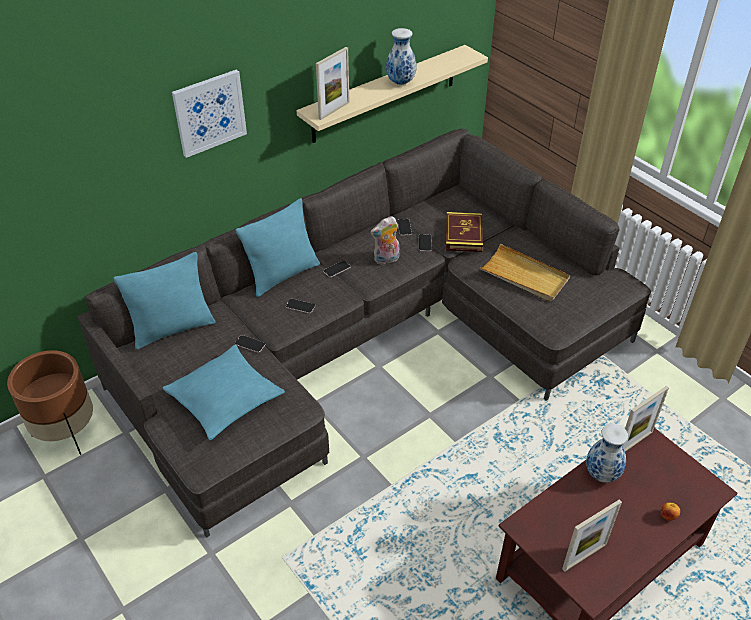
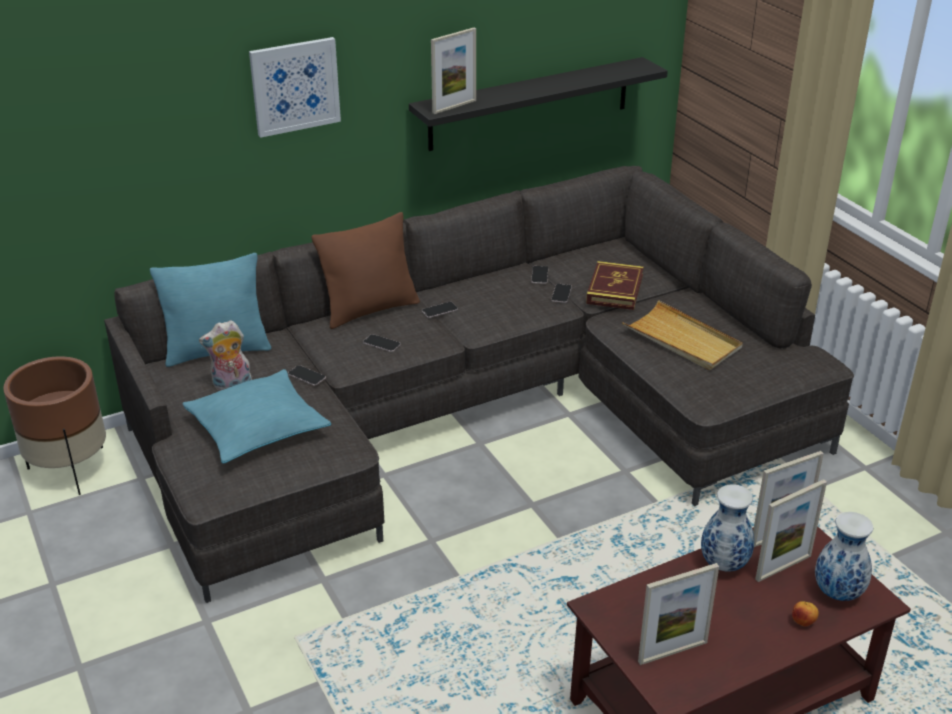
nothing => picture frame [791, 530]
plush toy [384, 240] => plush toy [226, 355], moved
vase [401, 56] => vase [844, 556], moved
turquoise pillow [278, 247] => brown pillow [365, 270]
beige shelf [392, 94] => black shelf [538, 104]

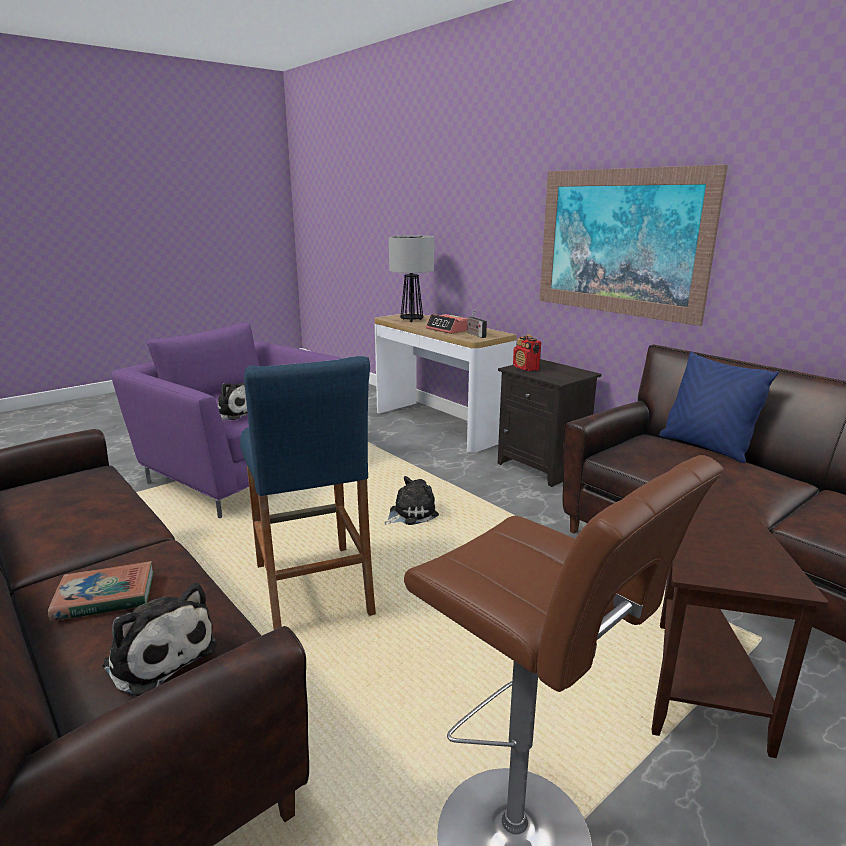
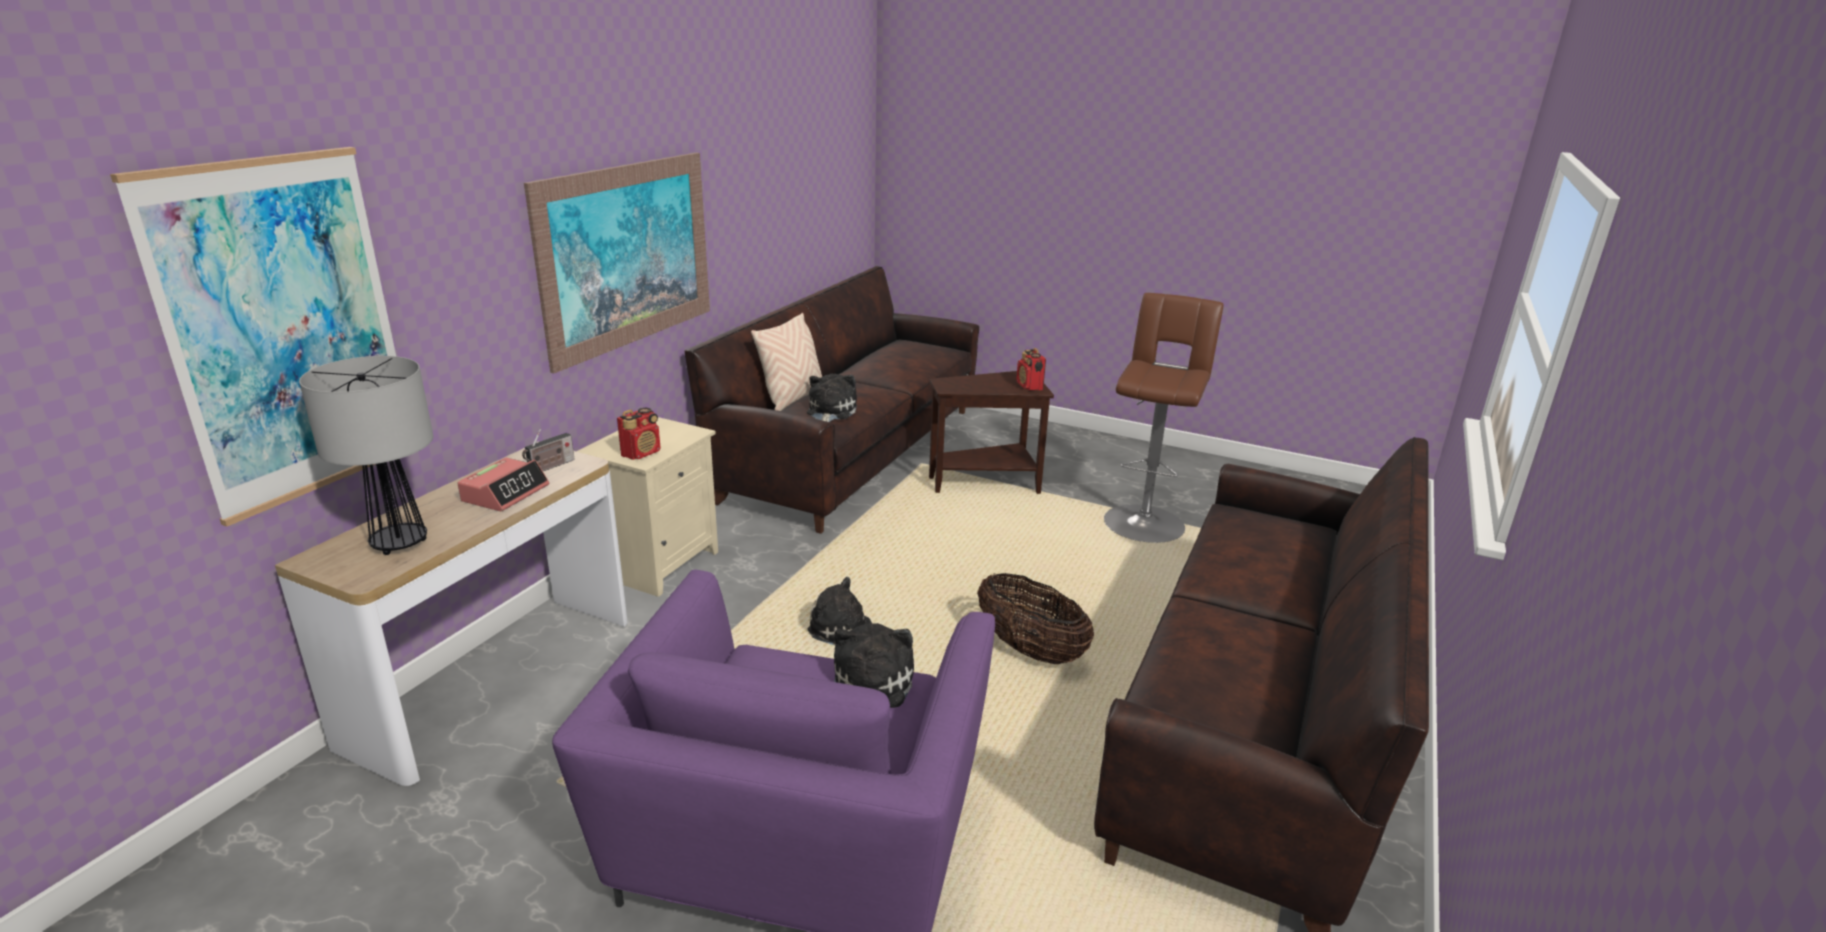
book [100, 591] => nothing
nothing => picture [253, 337]
nothing => radio [1031, 369]
plush toy [159, 640] => plush toy [832, 398], moved
blue stool [308, 493] => basket [1035, 618]
black nightstand [550, 423] => beige nightstand [647, 507]
blue pillow [719, 407] => beige pillow [786, 361]

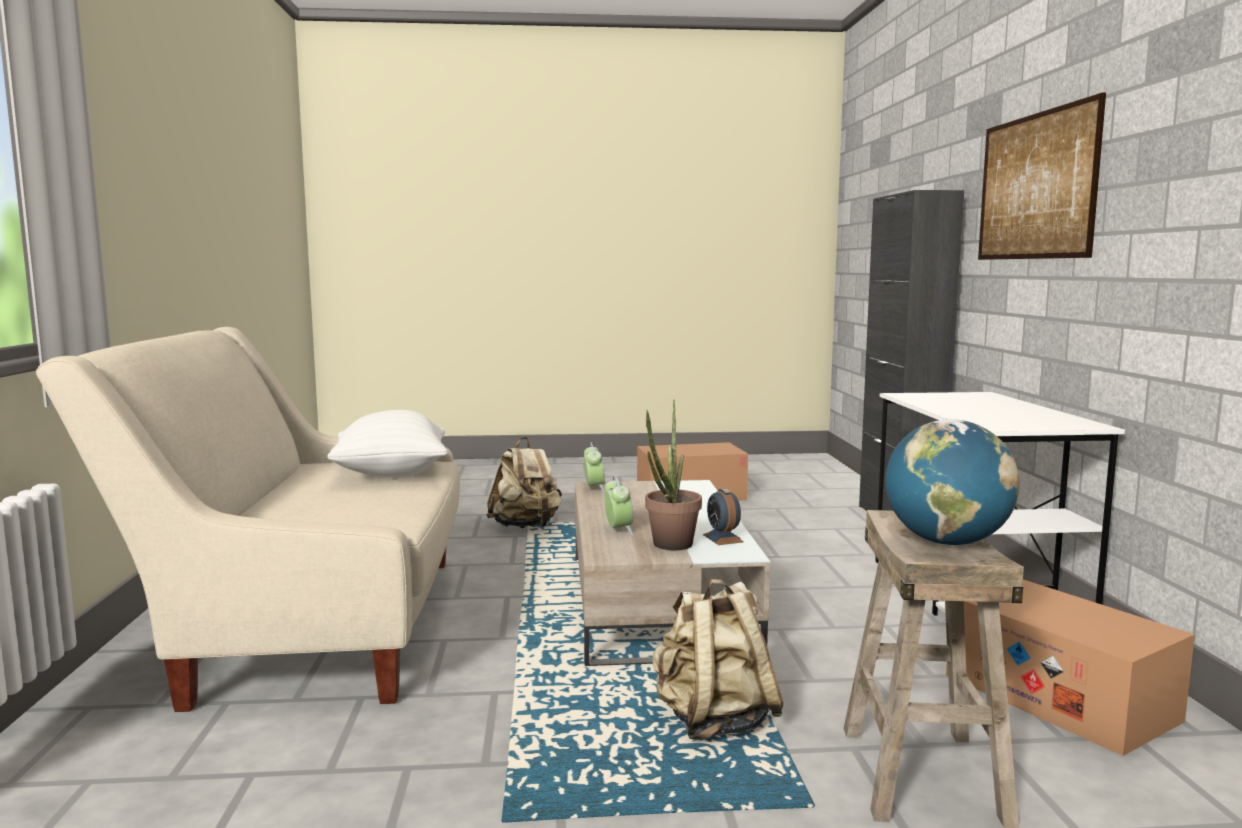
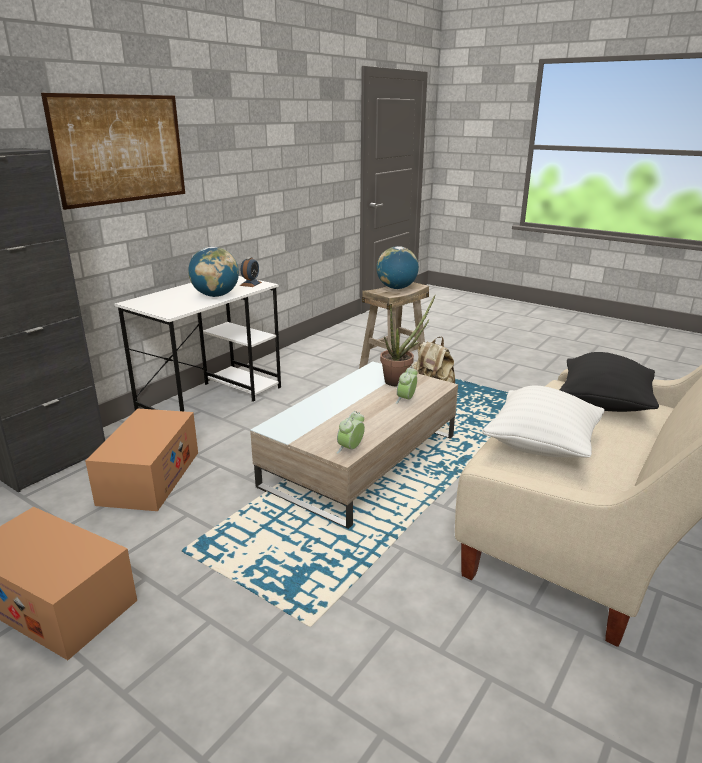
beige backpack [524, 482] => nothing
nothing => globe [213, 272]
nothing => black pillow [609, 382]
alarm clock [723, 517] => alarm clock [251, 272], moved
cardboard box [1070, 667] => cardboard box [141, 459], moved

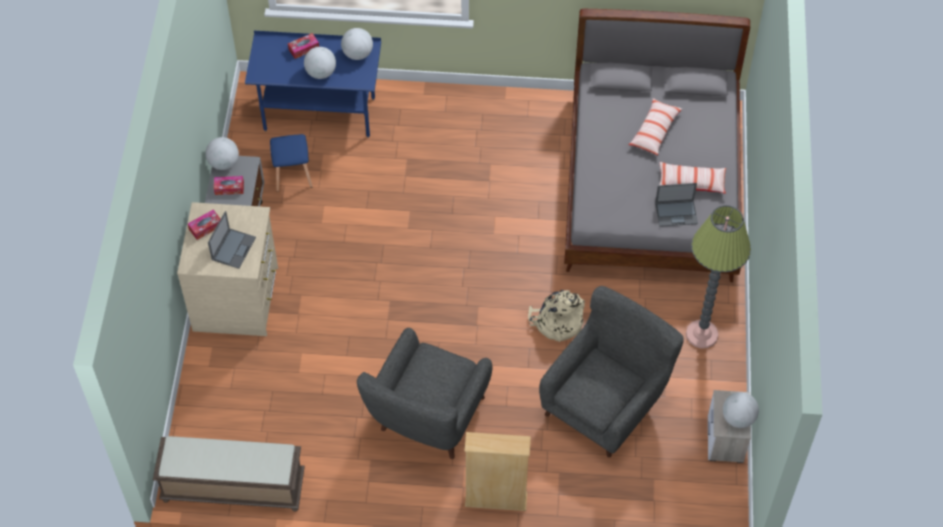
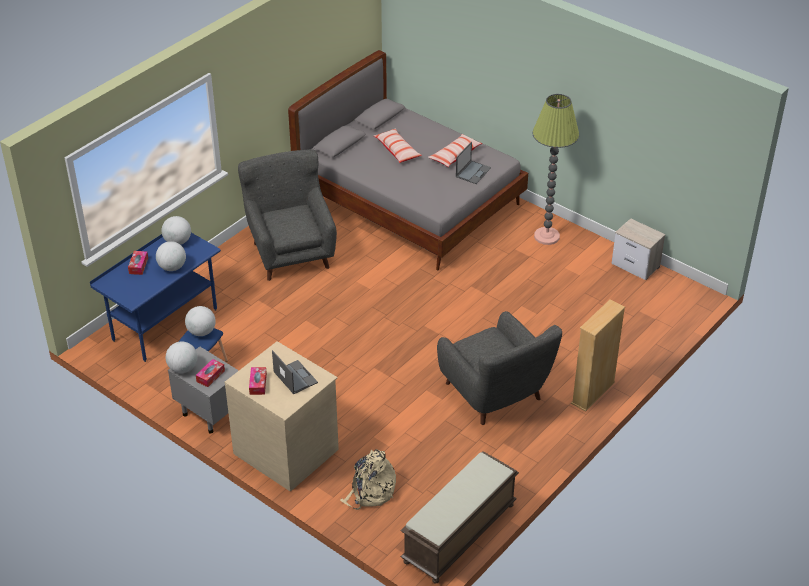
beige backpack [556, 316] => beige backpack [368, 479], moved
grey armchair [611, 371] => grey armchair [287, 215], moved
globe [741, 410] => globe [200, 321], moved

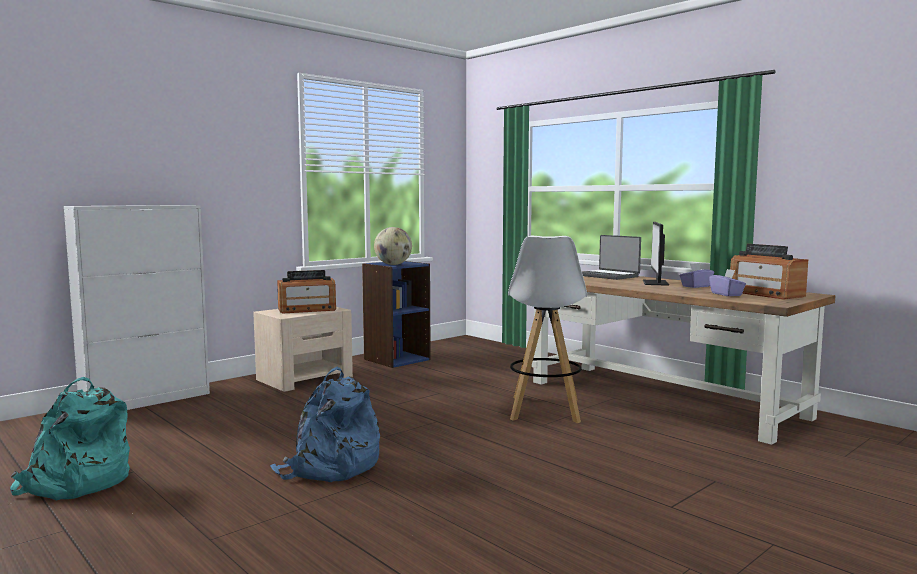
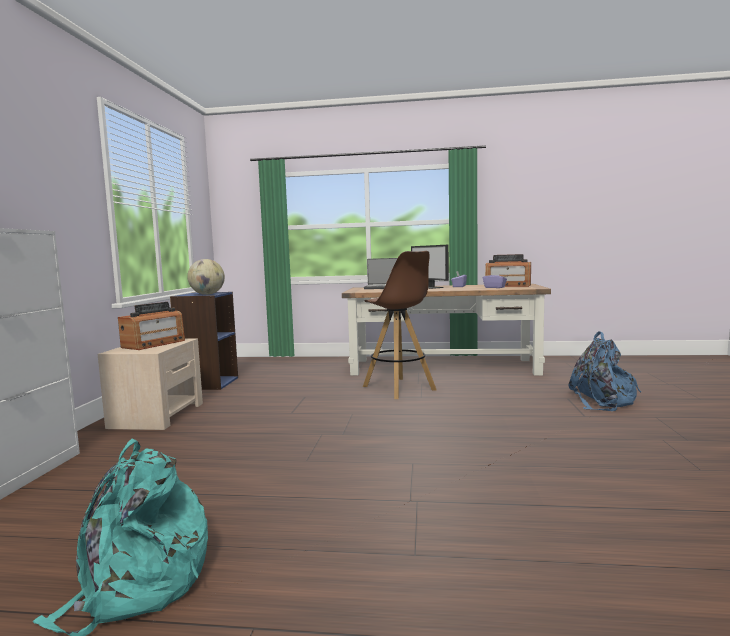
blue backpack [325, 424] => blue backpack [604, 371], moved
white stool [547, 329] => brown stool [400, 325]

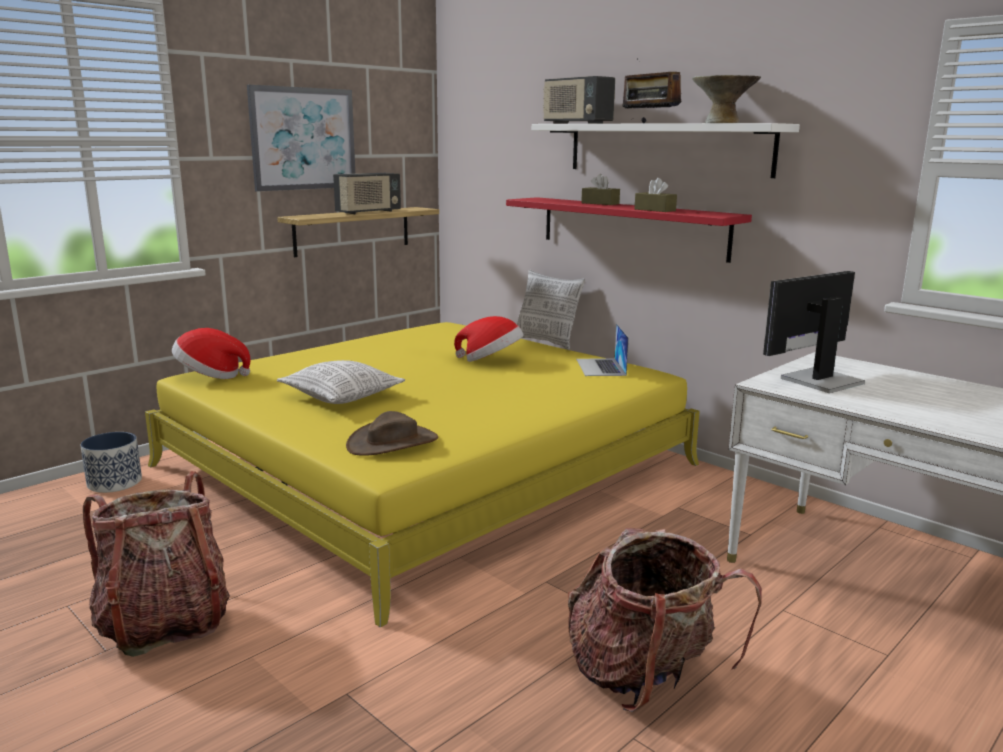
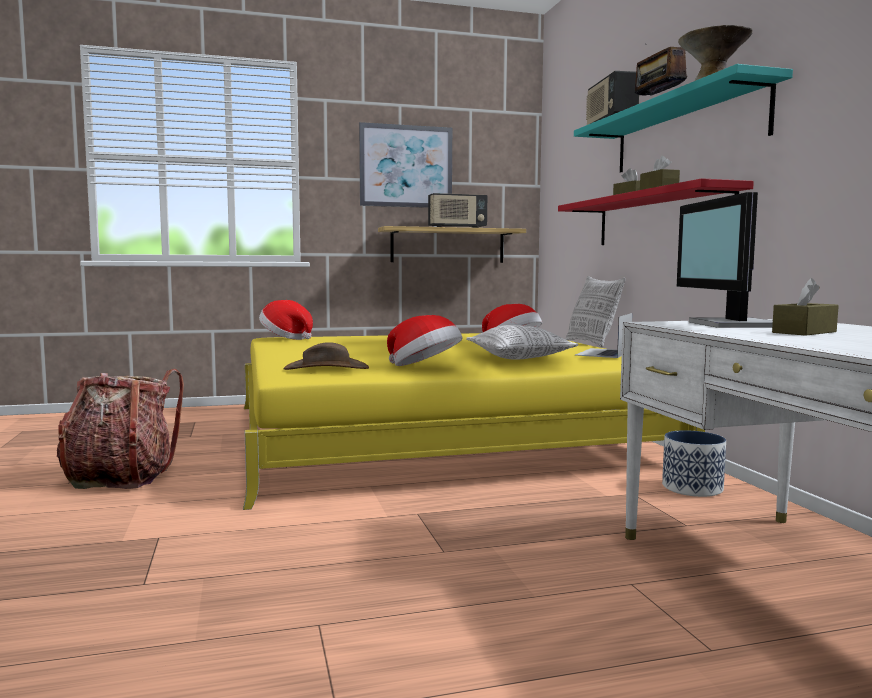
backpack [665, 620] => nothing
nothing => hat [424, 340]
nothing => brown tissue box [805, 307]
planter [111, 462] => planter [694, 463], moved
pillow [341, 382] => pillow [522, 342], moved
white shelf [666, 150] => turquoise shelf [683, 118]
monitor [814, 332] => monitor [725, 260], 90 degrees counterclockwise

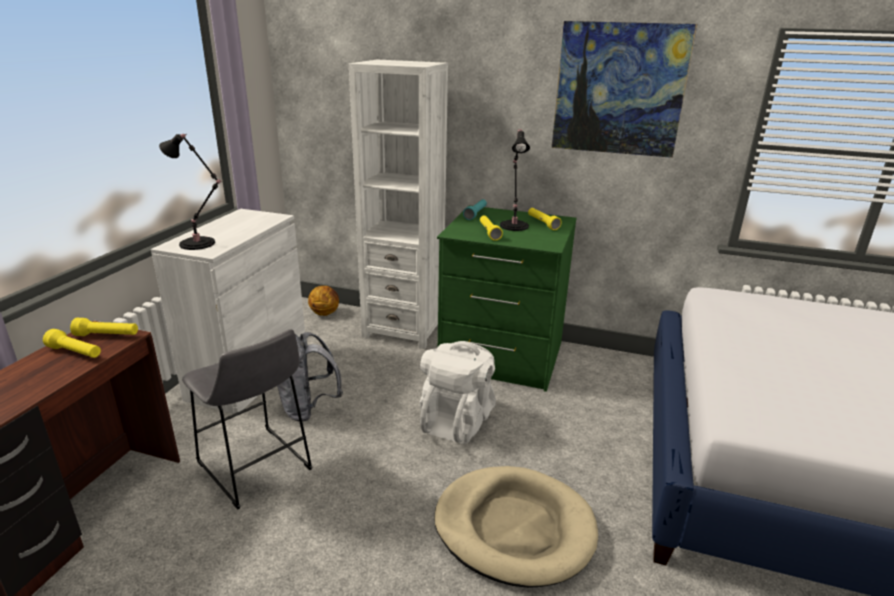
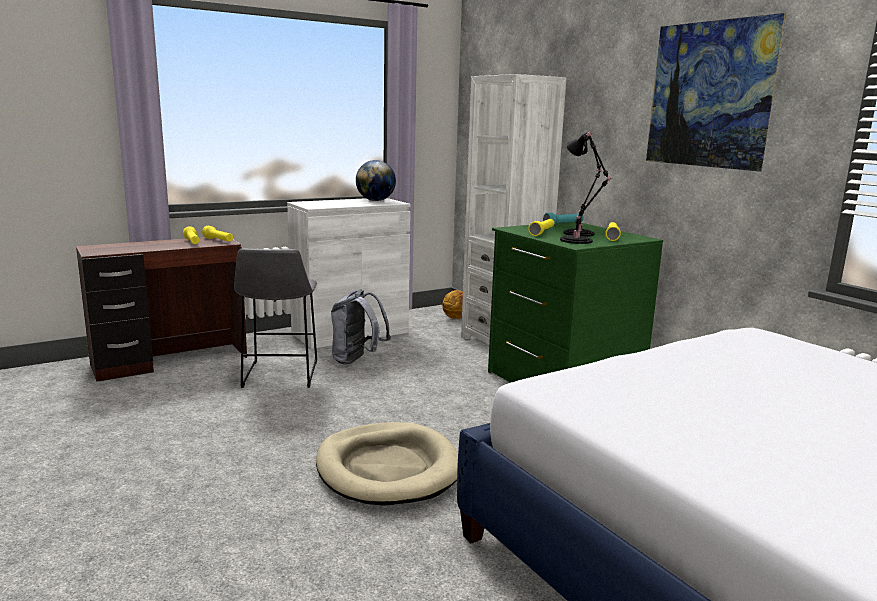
white backpack [458, 392] => nothing
nothing => globe [376, 180]
black table lamp [190, 192] => black table lamp [586, 188], moved

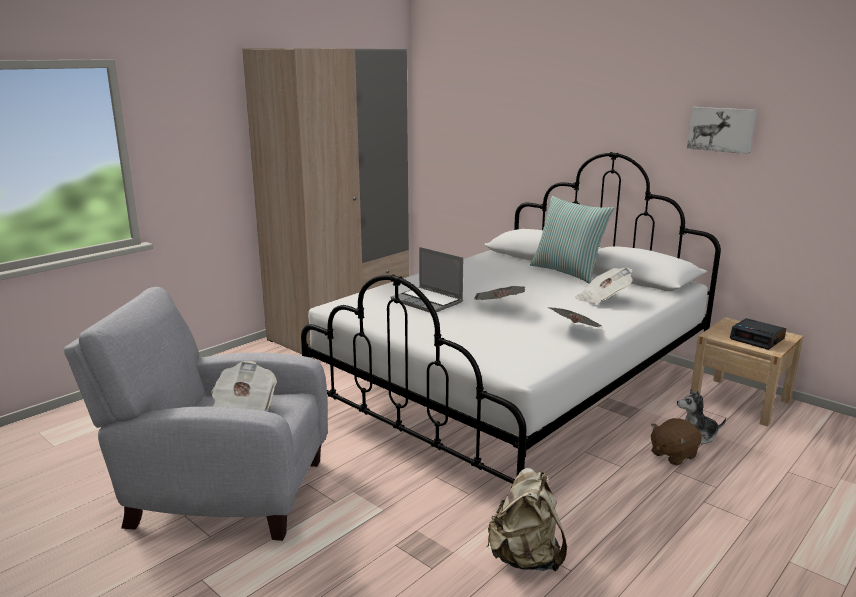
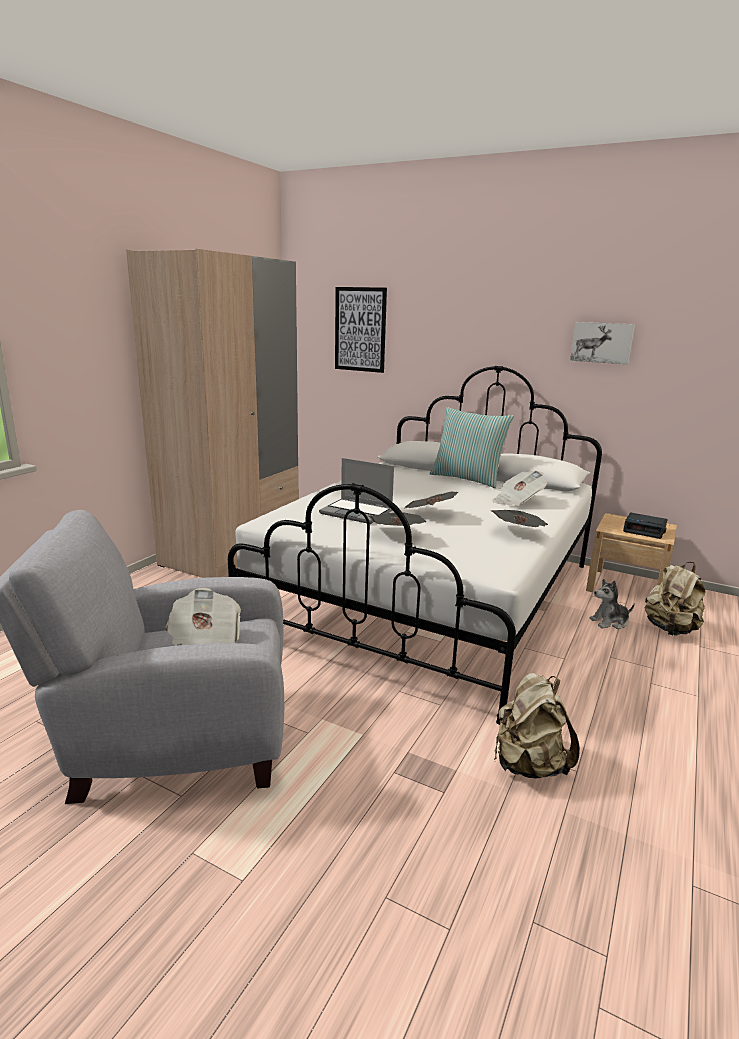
brown plush toy [676, 442] => nothing
nothing => picture [361, 330]
nothing => newspaper [397, 519]
nothing => beige backpack [675, 598]

